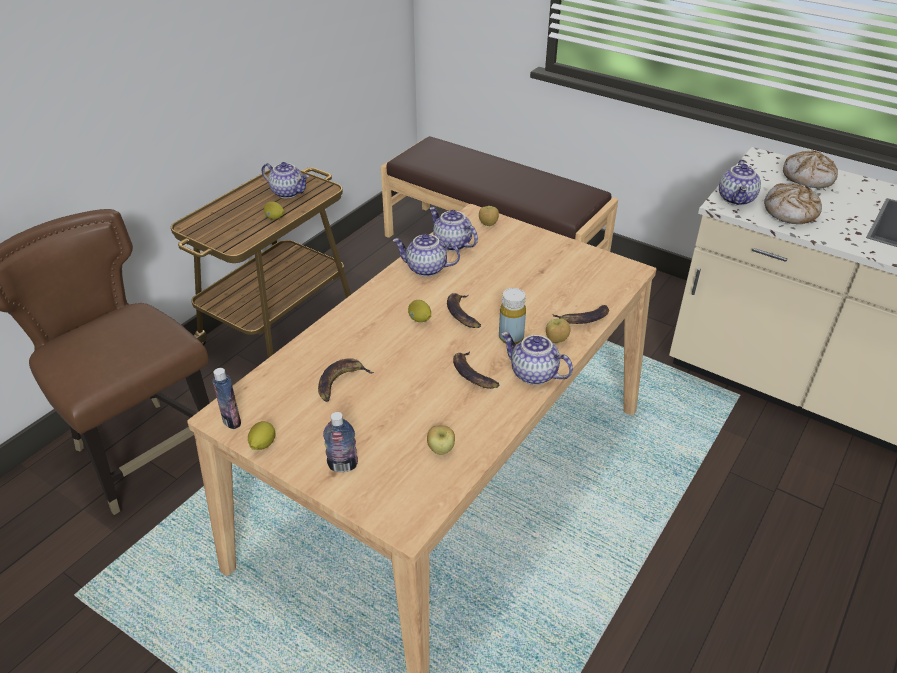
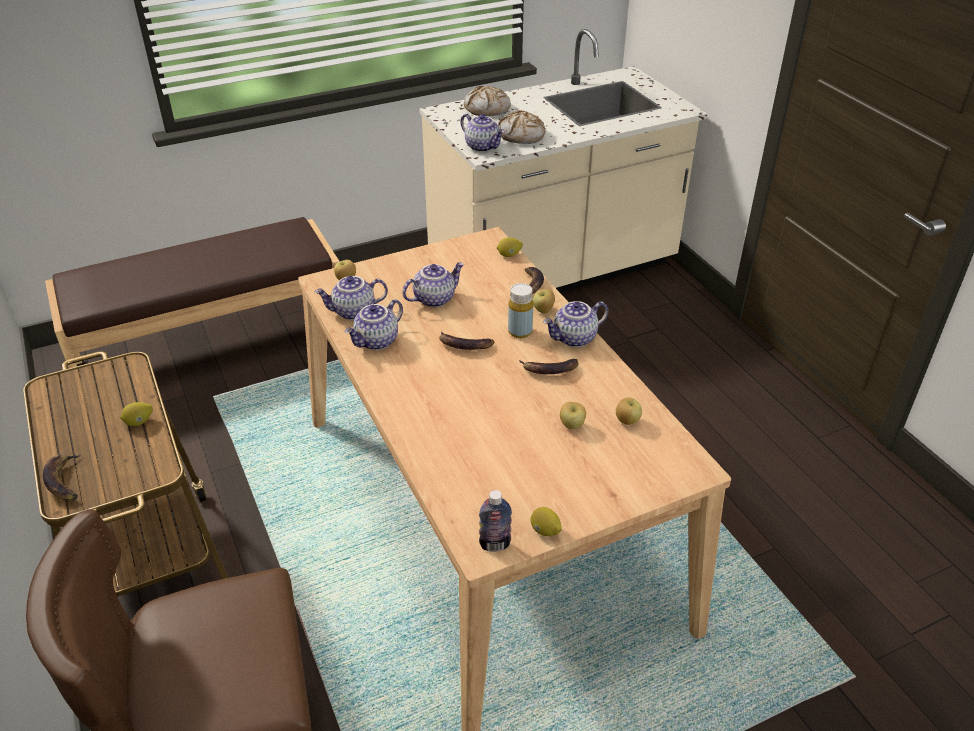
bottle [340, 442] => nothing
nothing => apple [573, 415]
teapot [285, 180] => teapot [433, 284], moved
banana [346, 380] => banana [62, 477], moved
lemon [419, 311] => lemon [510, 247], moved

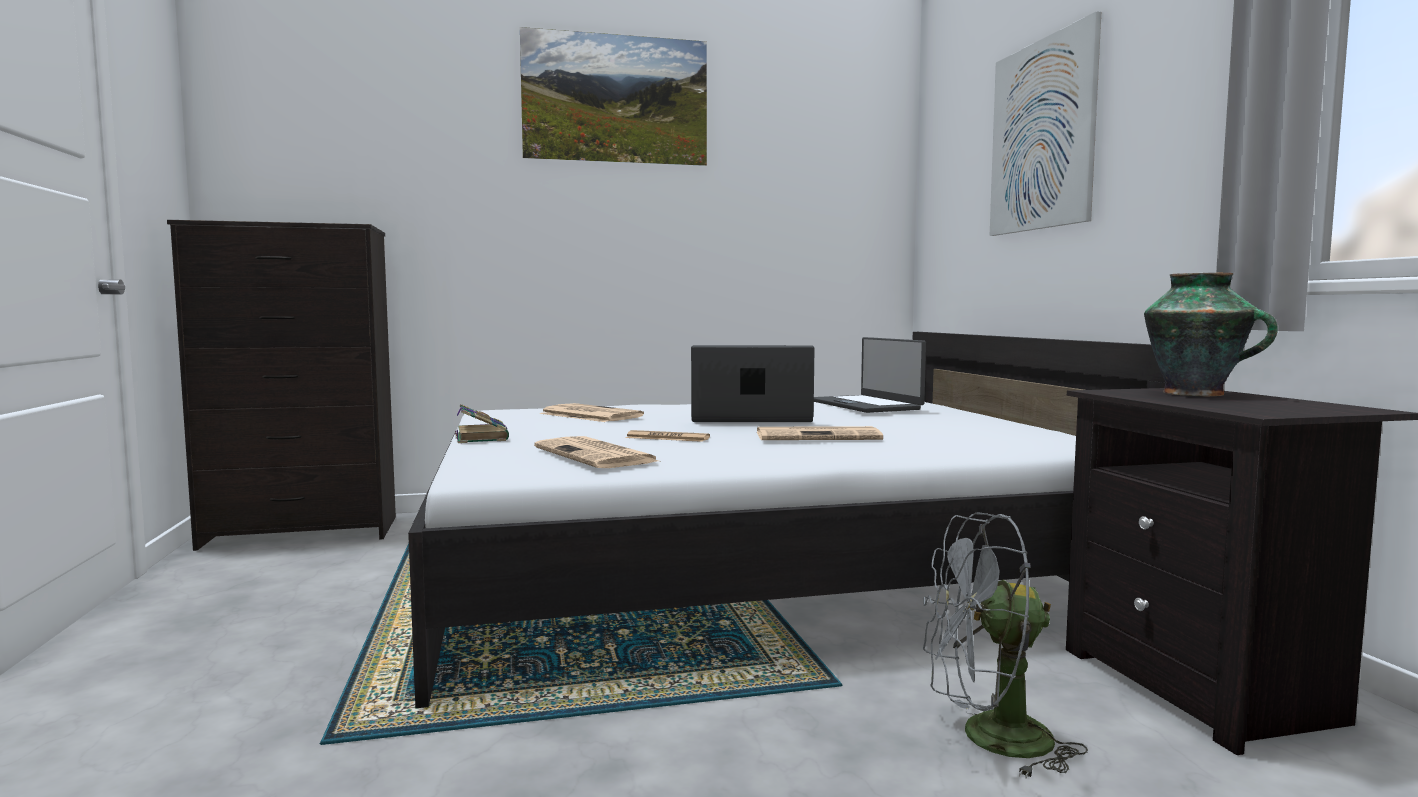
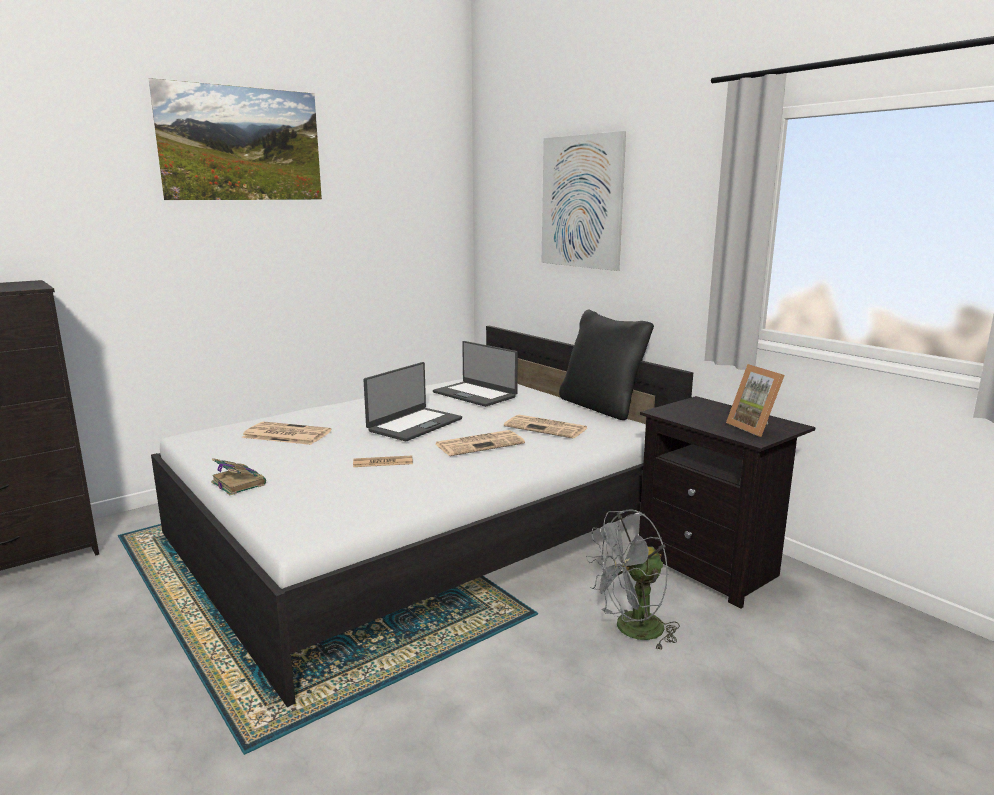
vase [1211, 334] => nothing
nothing => black pillow [606, 364]
nothing => picture frame [755, 400]
newspaper [596, 452] => newspaper [545, 426], moved
laptop [753, 383] => laptop [413, 401], 150 degrees clockwise

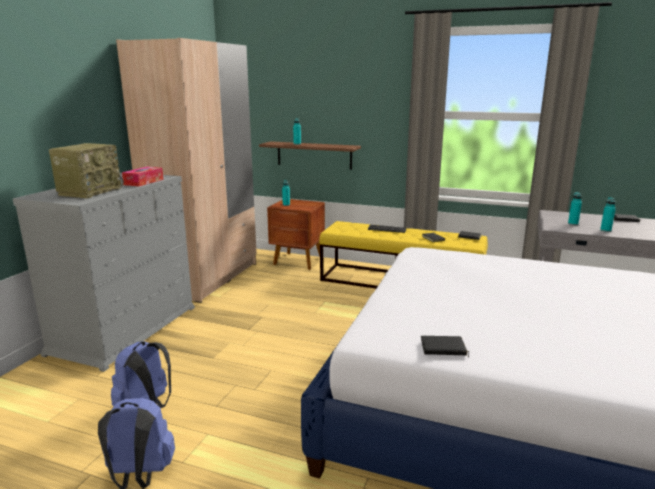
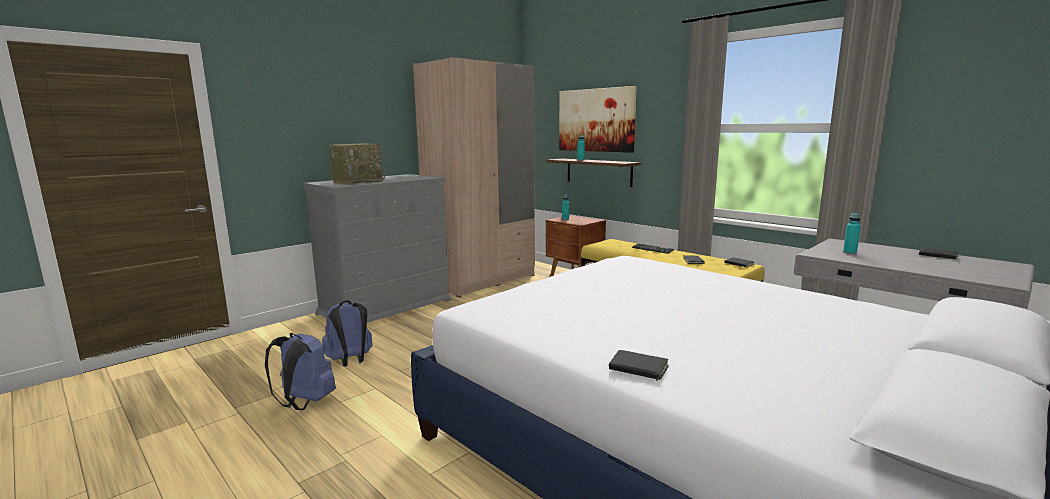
tissue box [142, 176] => nothing
turquoise bottle [608, 214] => nothing
nothing => picture [598, 119]
black book [445, 346] => black book [639, 365], moved

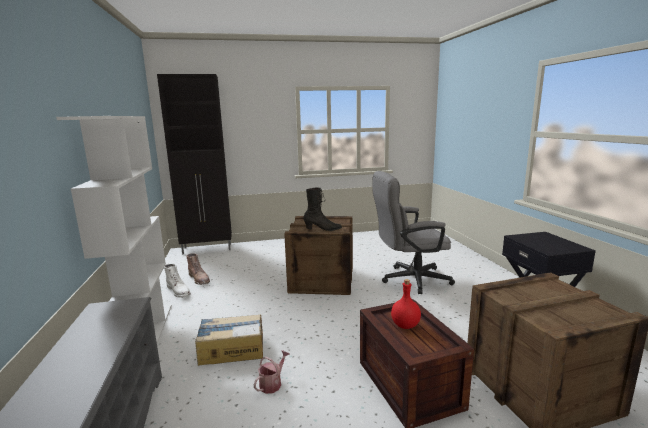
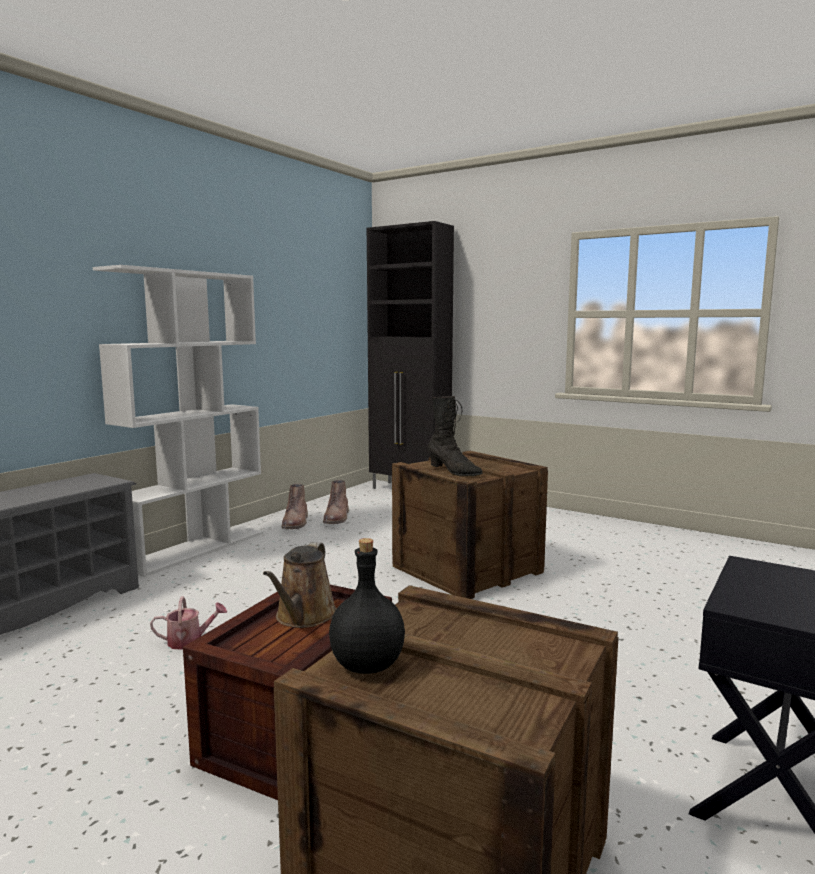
cardboard box [229, 340] => nothing
grey office chair [413, 232] => nothing
nothing => black bottle [367, 606]
red bottle [406, 304] => brown watering can [300, 585]
white boot [177, 281] => brown boot [295, 506]

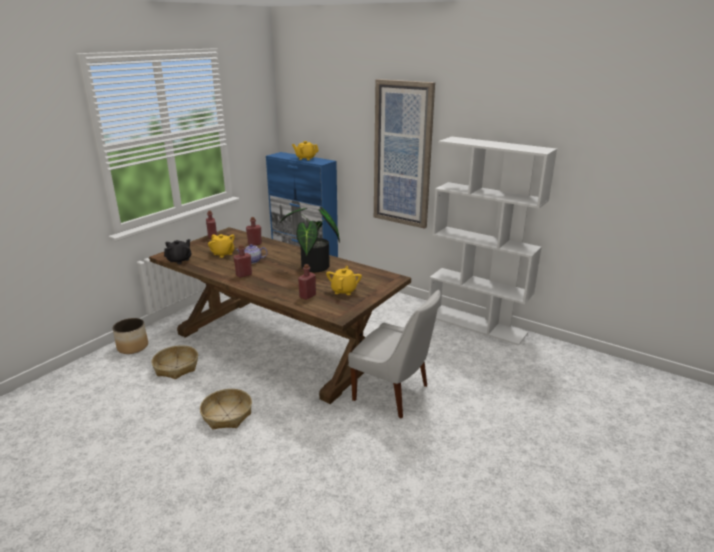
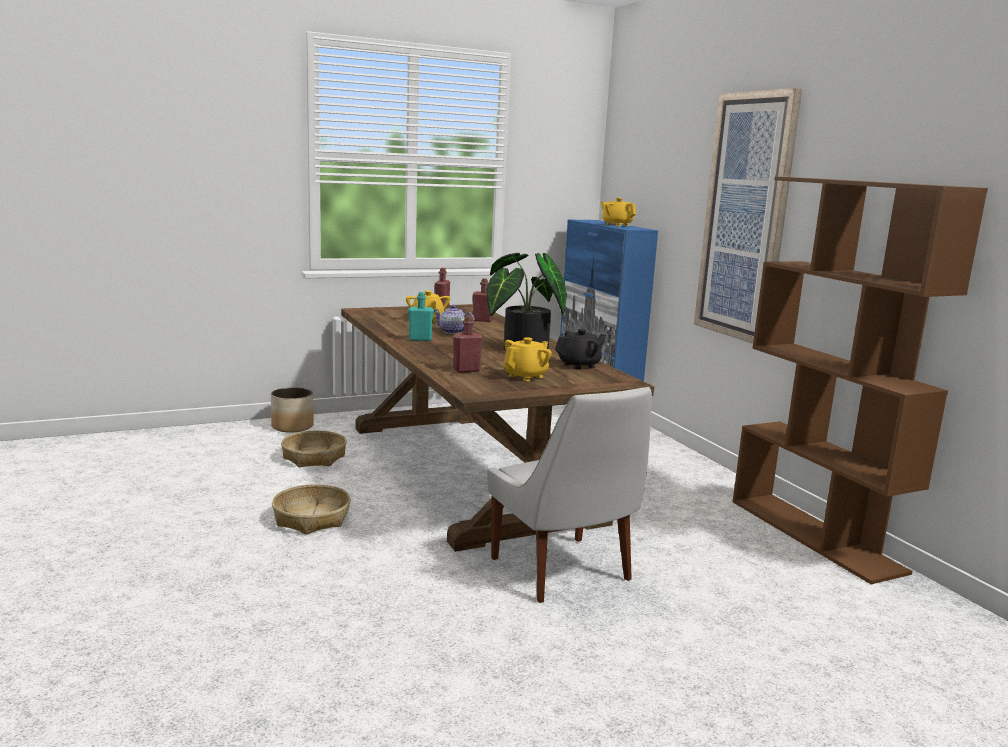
black teapot [178, 251] => black teapot [580, 349], moved
red bottle [243, 261] => turquoise bottle [421, 316]
white bookcase [492, 241] => brown bookcase [860, 380]

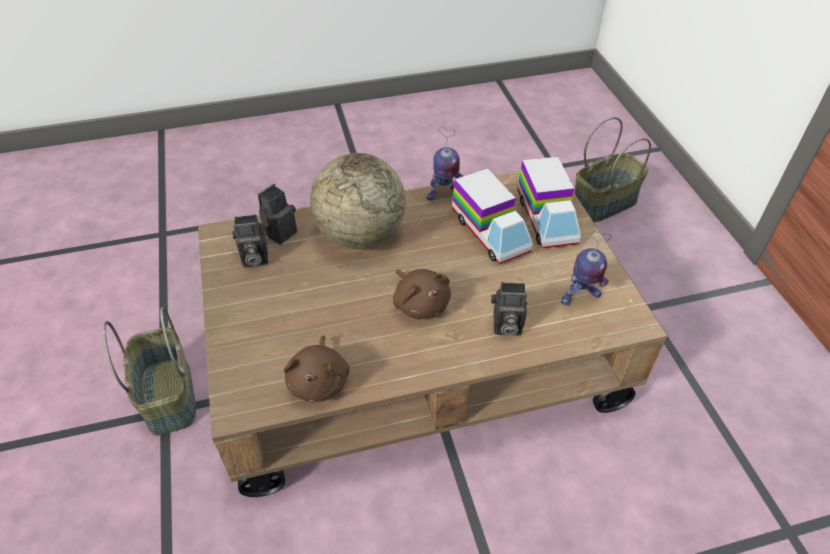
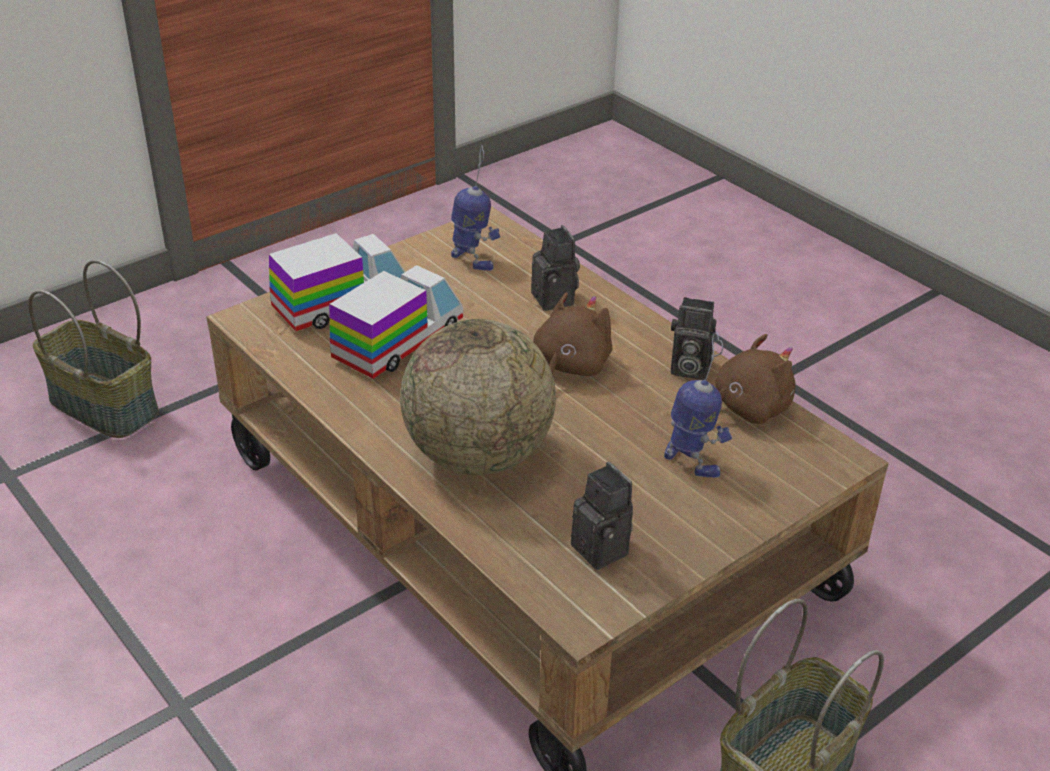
photo camera [277, 214] => photo camera [693, 338], moved
toy robot [445, 164] => toy robot [698, 405], moved

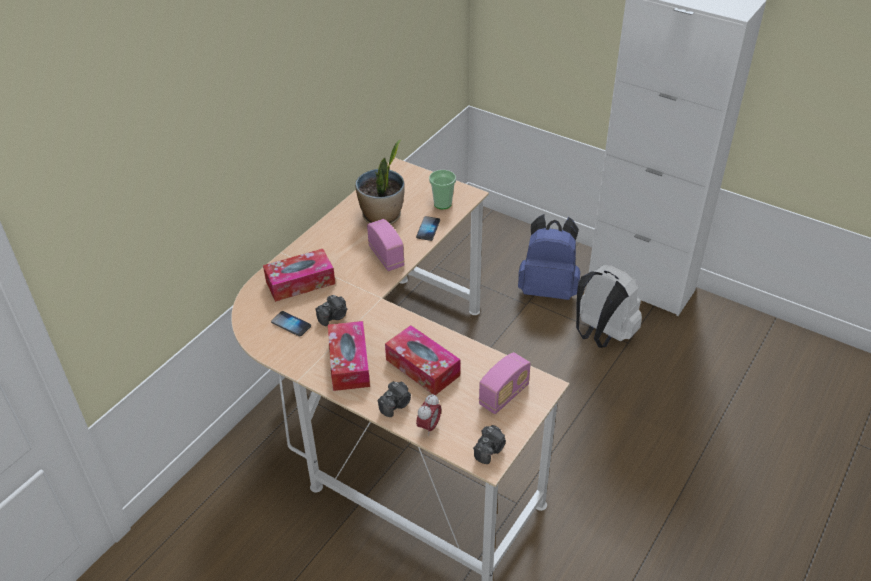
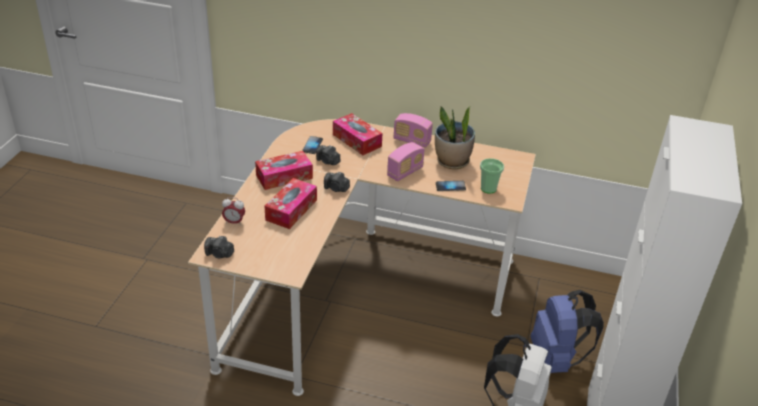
photo camera [394, 399] => photo camera [337, 182], moved
radio [505, 383] => radio [413, 130], moved

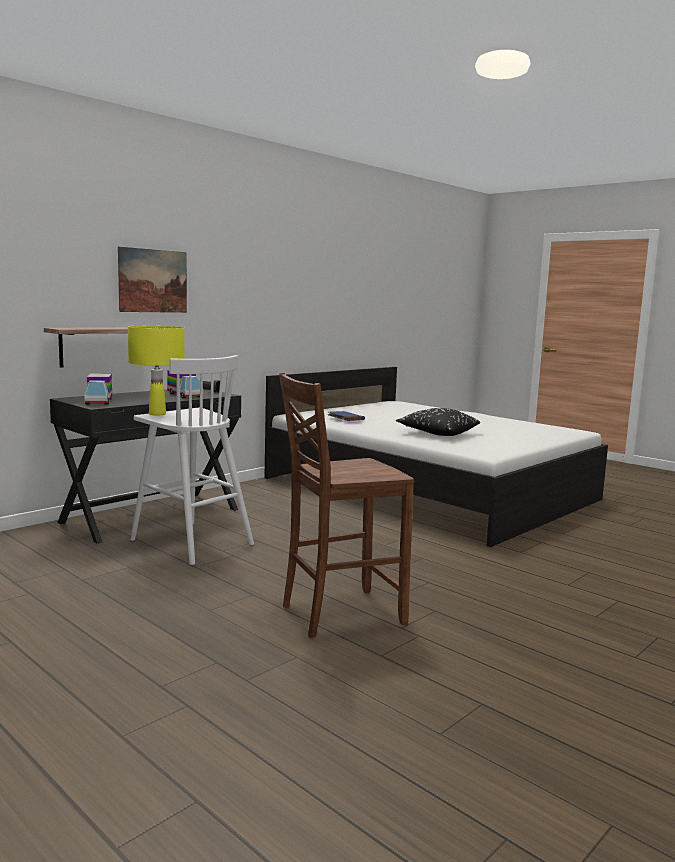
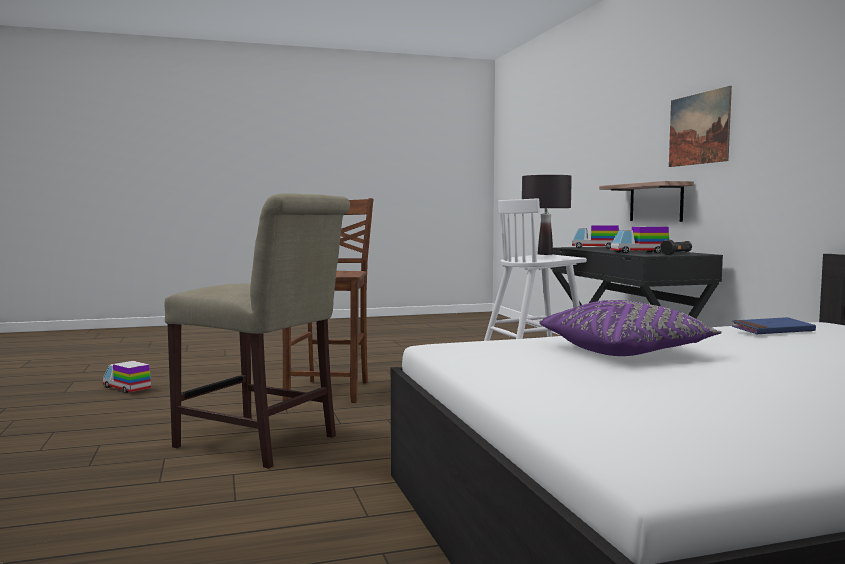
nothing => toy truck [127, 377]
nothing => beige chair [257, 331]
yellow table lamp [156, 371] => black table lamp [547, 215]
black pillow [438, 422] => purple pillow [630, 328]

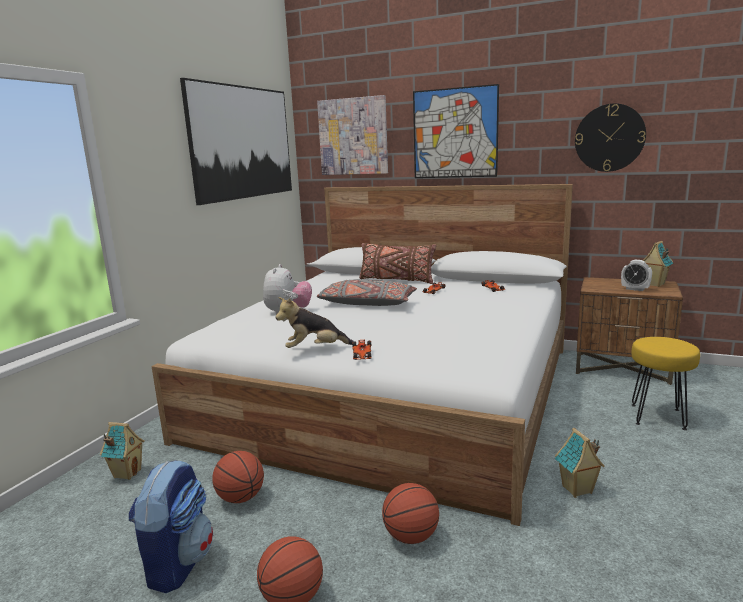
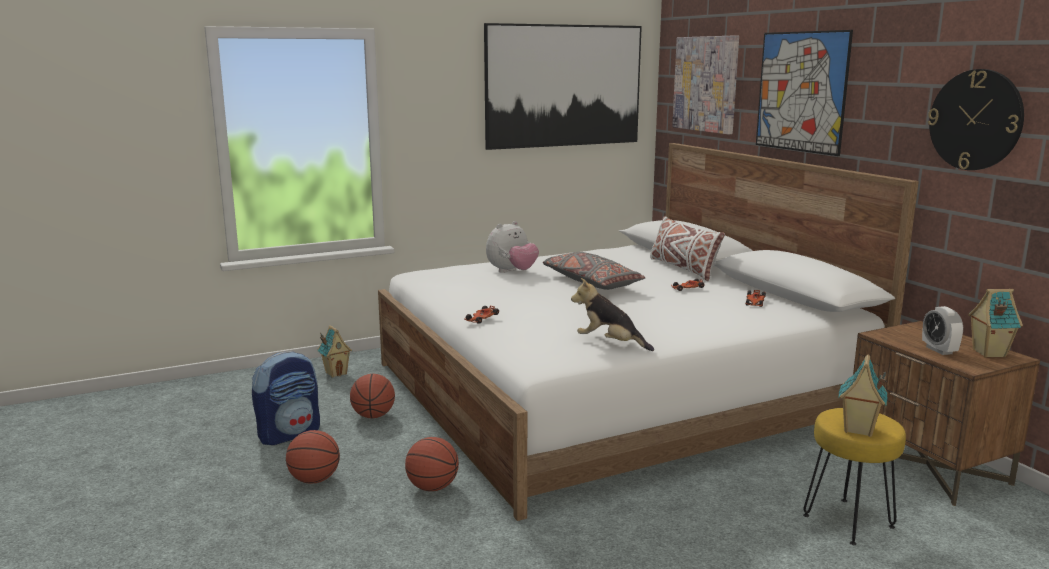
plush toy [314, 322] => plush toy [612, 314], moved
toy house [580, 463] => toy house [863, 395], moved
brown pillow [397, 263] => white pillow [687, 248]

